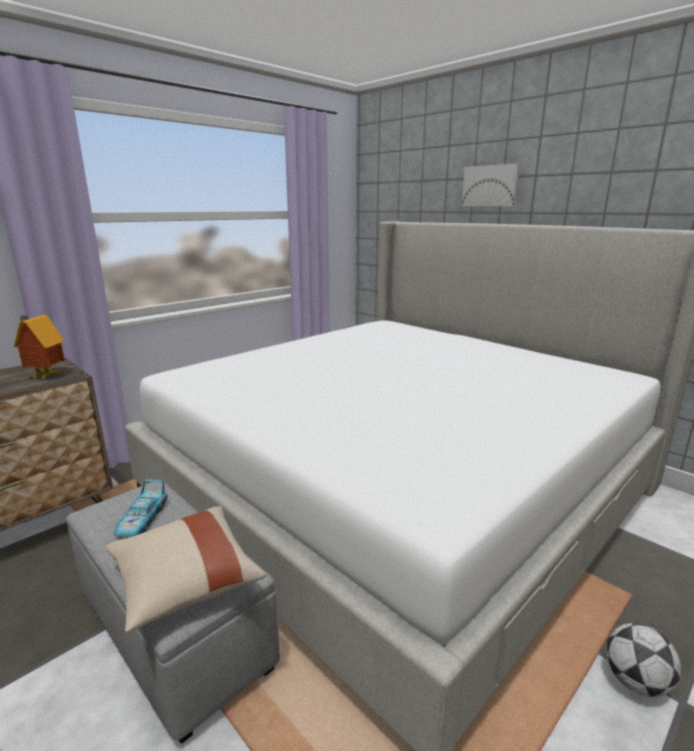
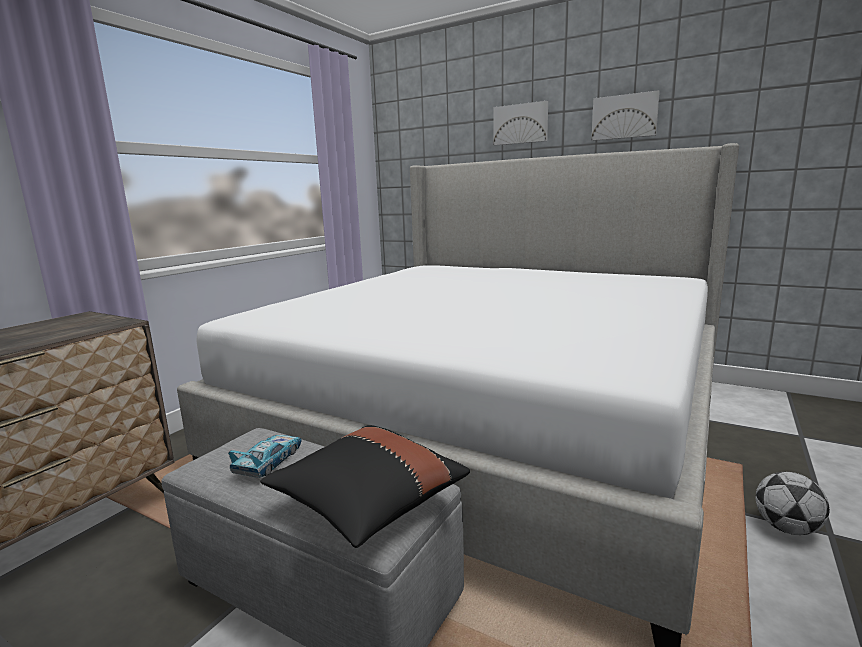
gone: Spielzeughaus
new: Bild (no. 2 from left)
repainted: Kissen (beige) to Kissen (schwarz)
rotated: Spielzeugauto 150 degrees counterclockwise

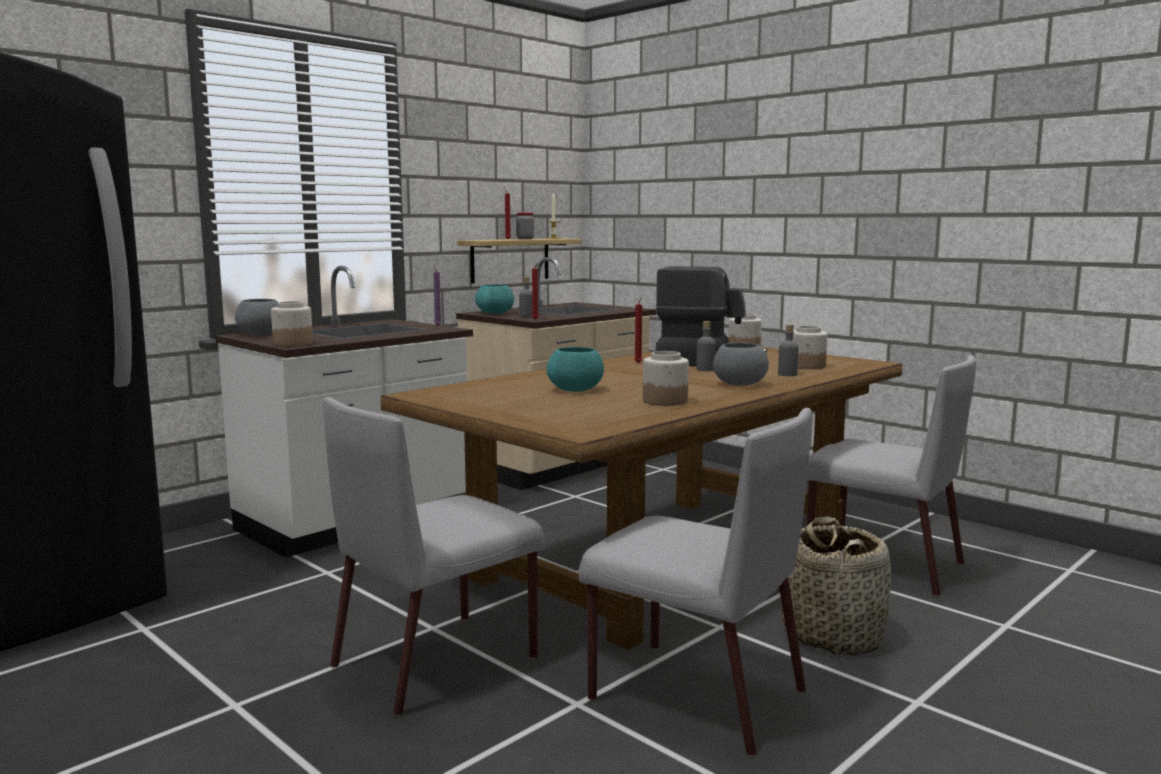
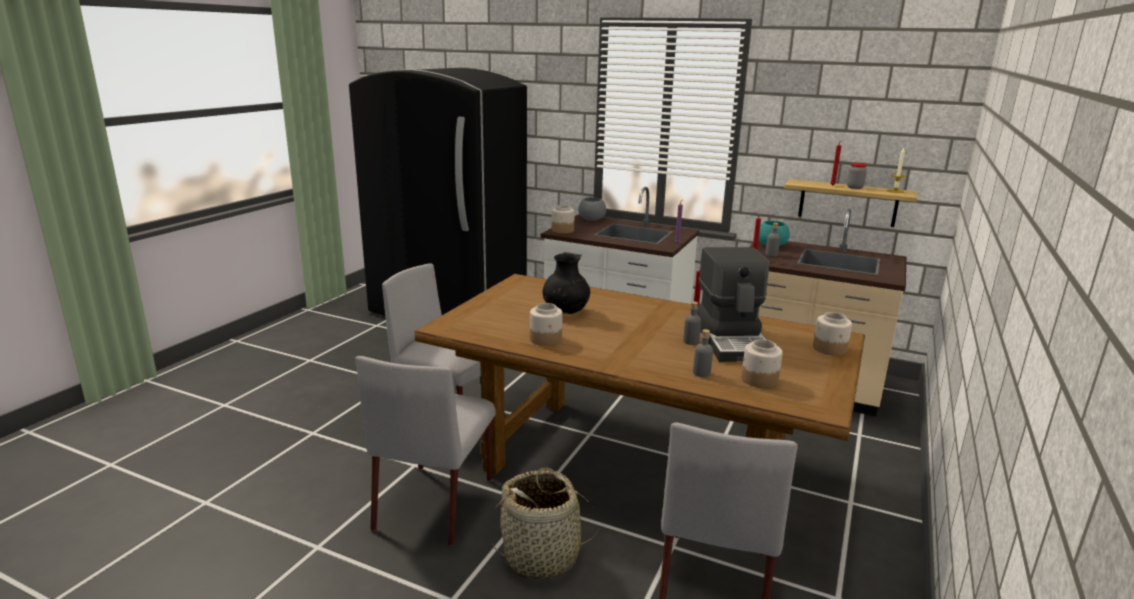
gone: Schüssel (grau) (no. 2 from left)
swapped: Schüssel (türkis) (no. 2 from left) to Vase (schwarz)

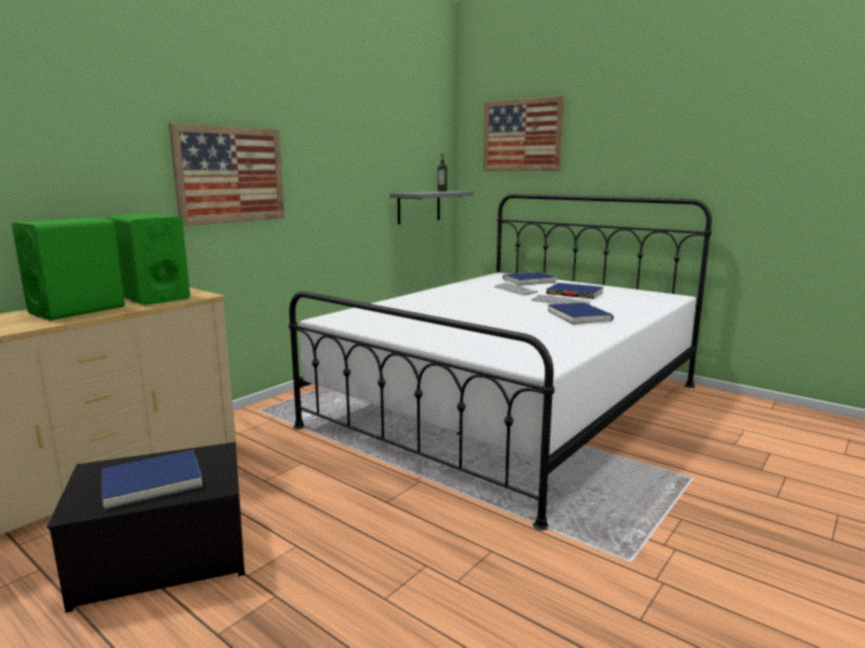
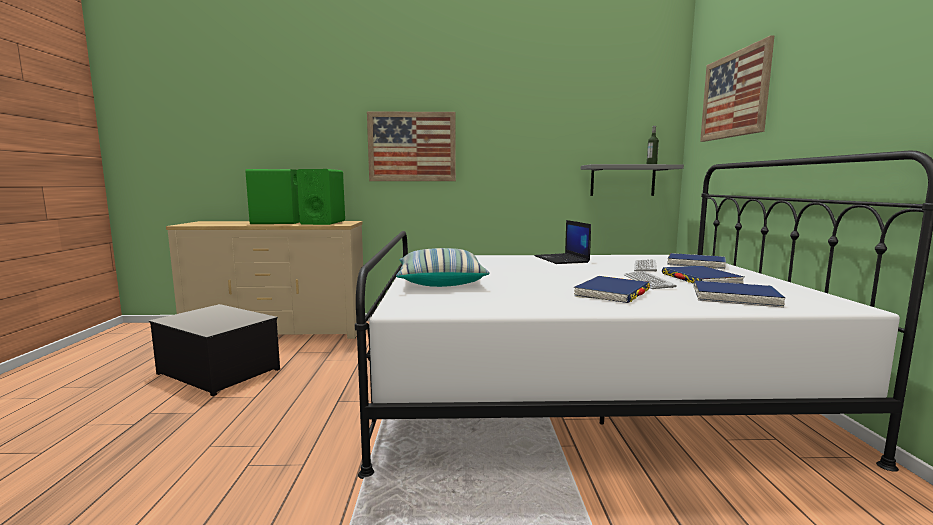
new: Kissen; Laptop
shifted: Buch (blau) (no. 1 from left in the first image) to Buch (blau) (no. 4 from left)

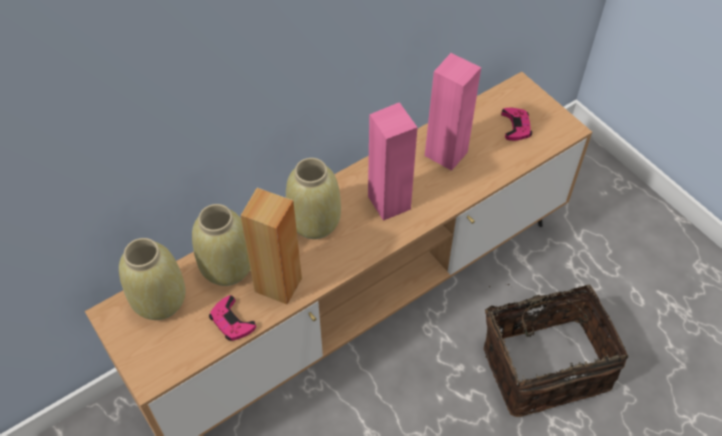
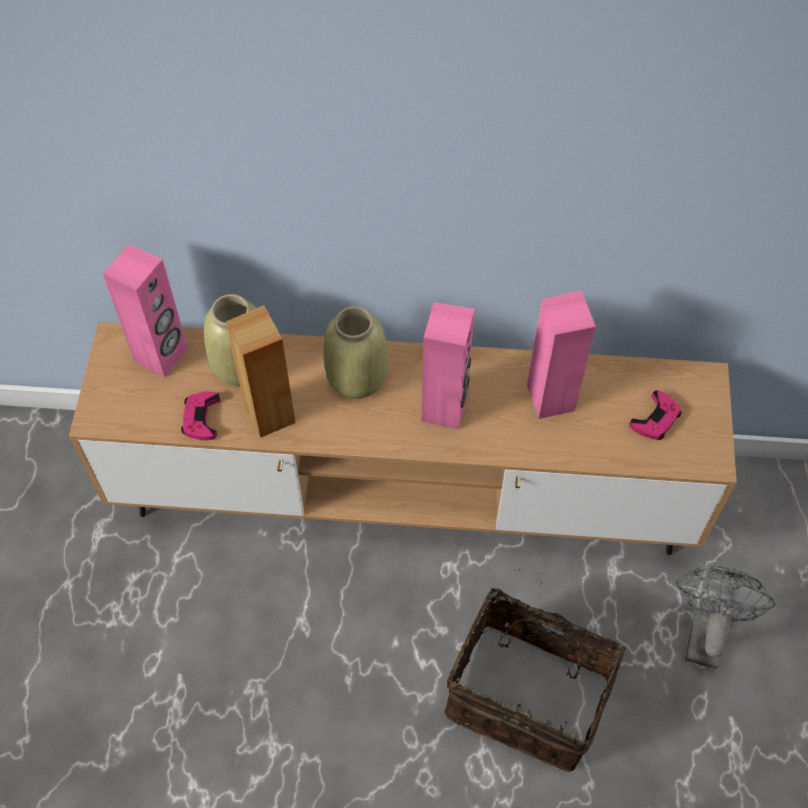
new: Ventilator (grau)
swapped: Vase (beige) (no. 1 from left) to Lautsprecher (rosa) (no. 1 from left)

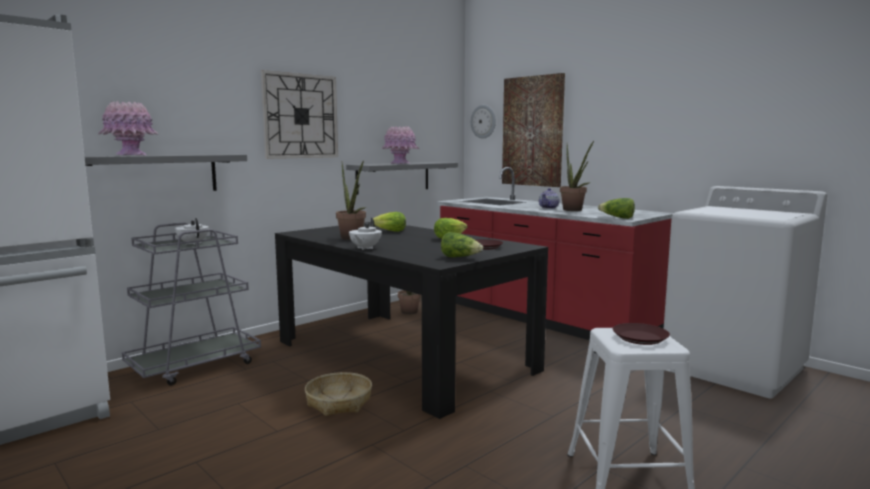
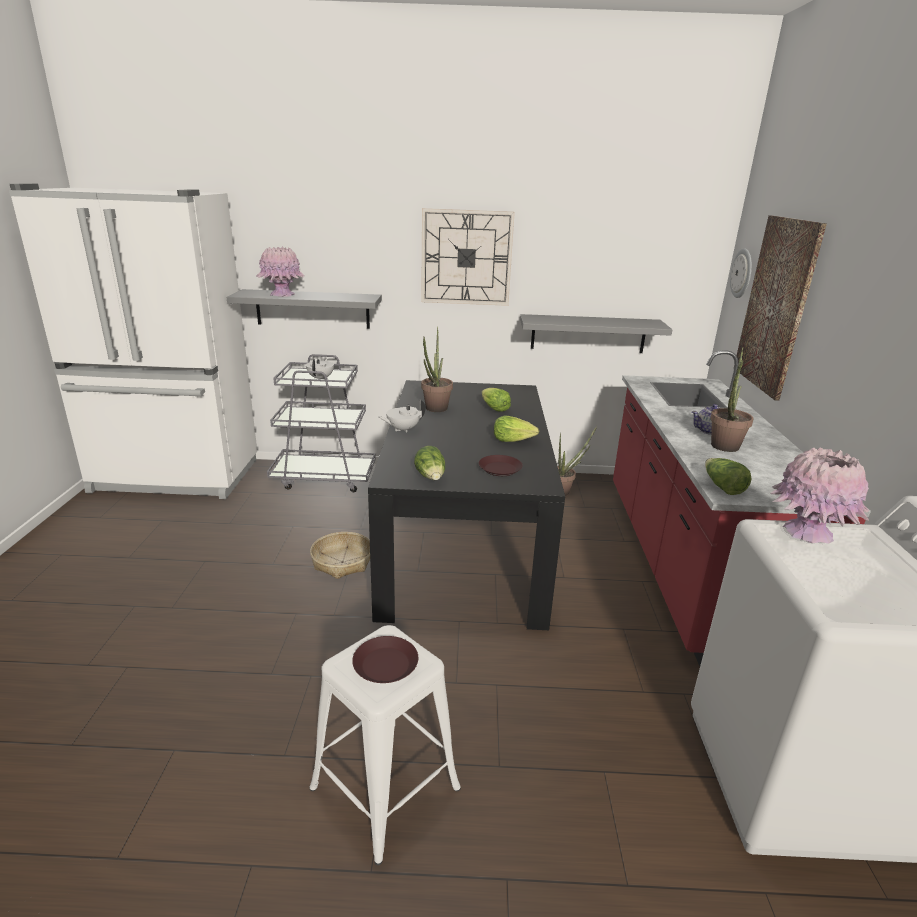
shifted: Vase (rosa) (no. 2 from left)

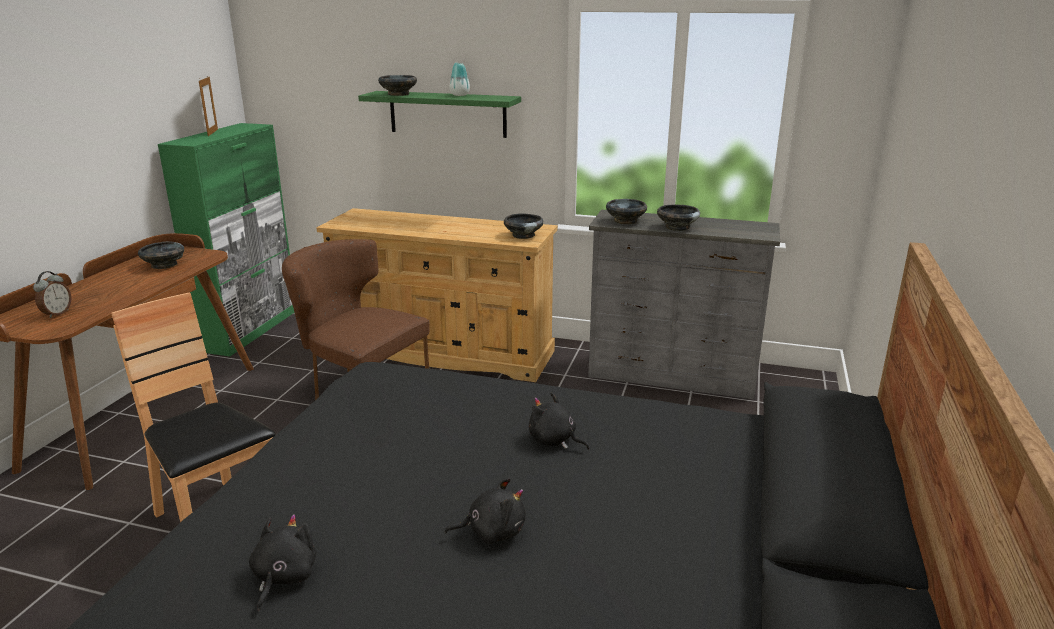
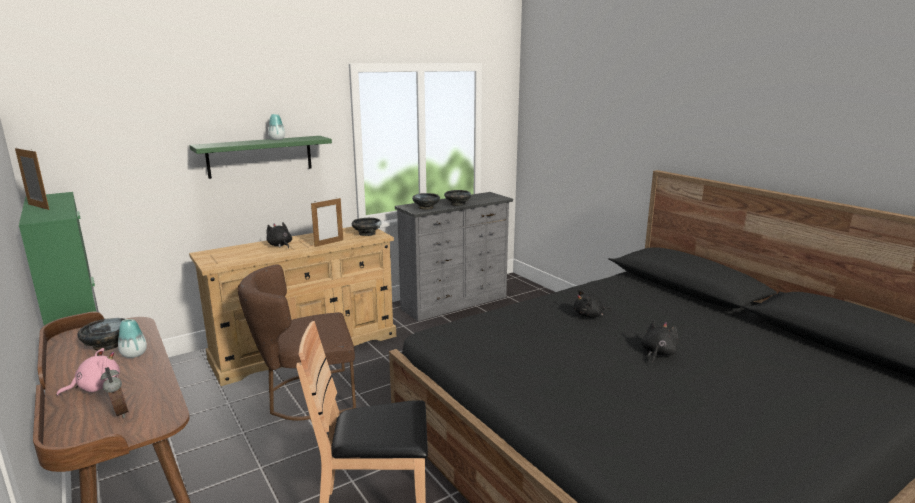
gone: Schüssel (schwarz) (no. 2 from left)
new: Plüschtier (rosa); Vase (no. 1 from left); Bilderrahmen (no. 2 from left)
shifted: Plüschtier (schwarz) (no. 1 from left)

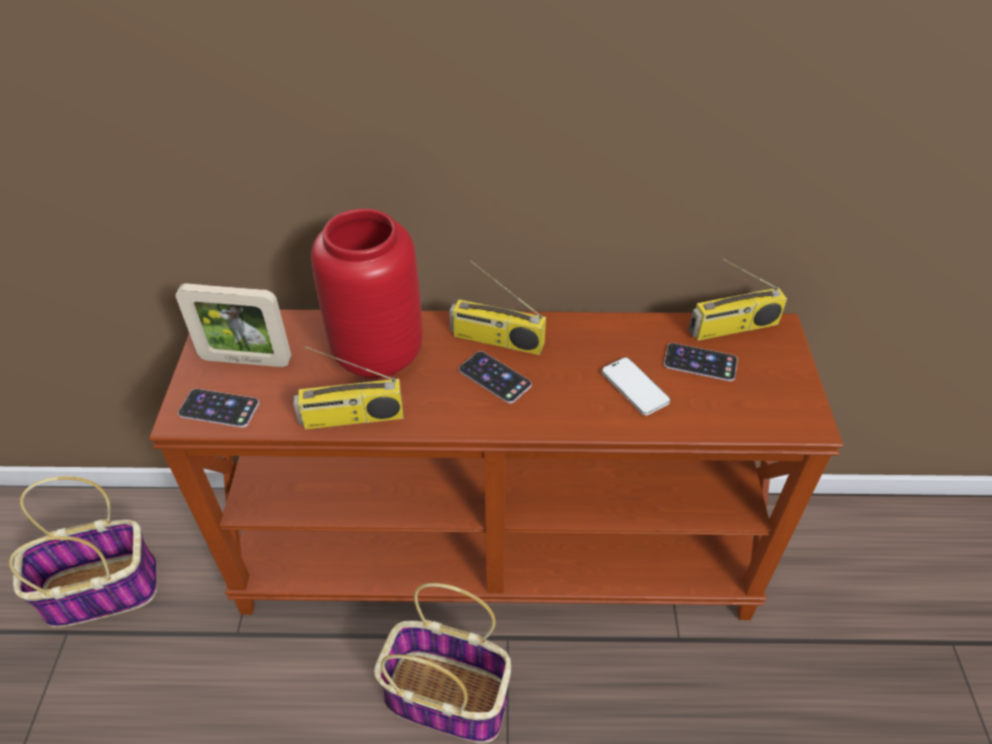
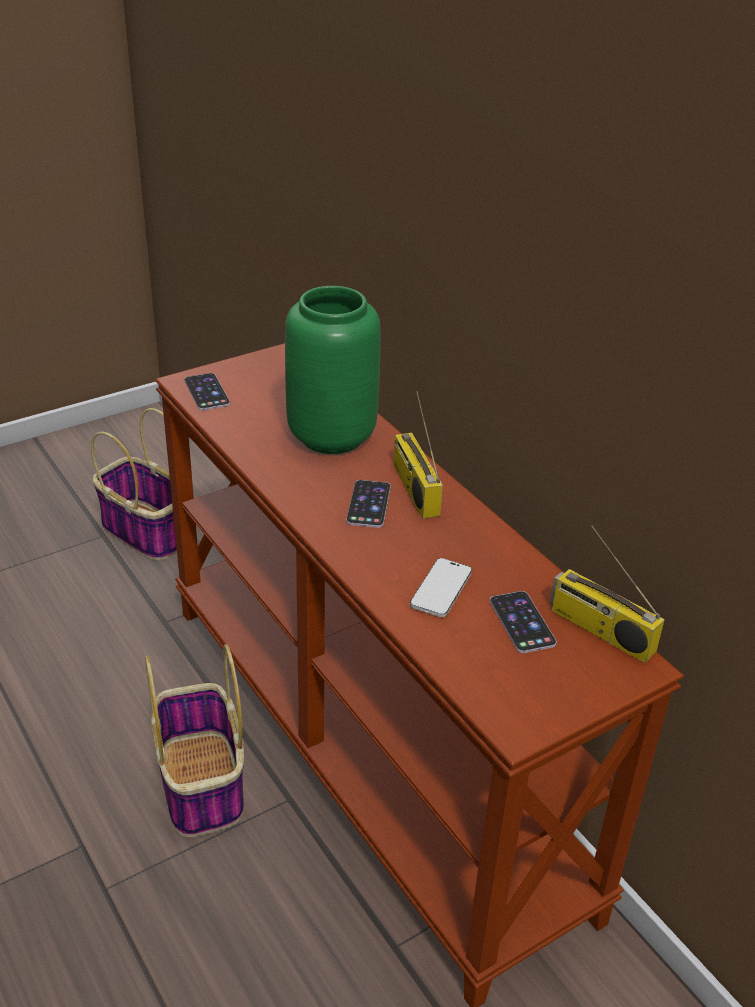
gone: Bilderrahmen; Radio (no. 1 from left)
repainted: Vase (rot) to Vase (grün)

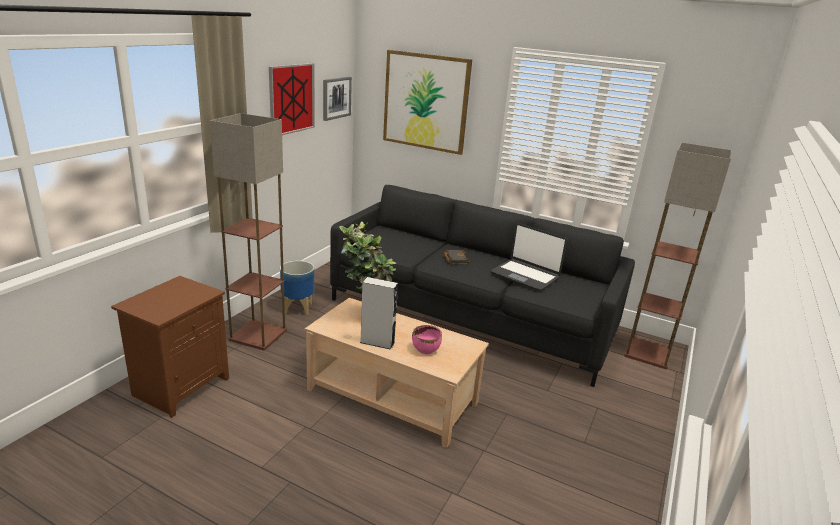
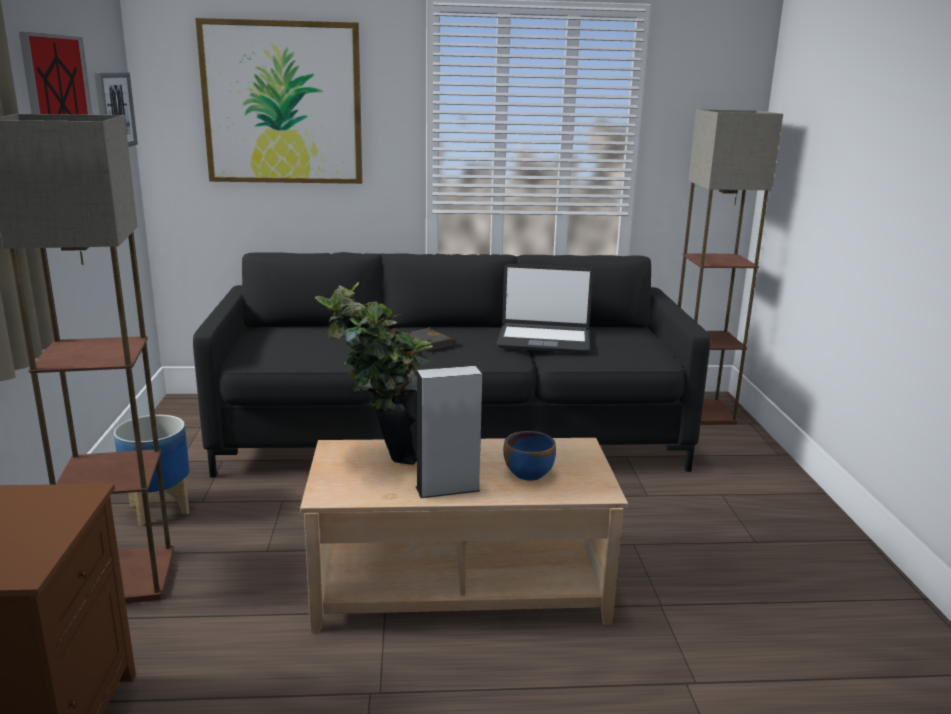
repainted: Schüssel (rosa) to Schüssel (blau)

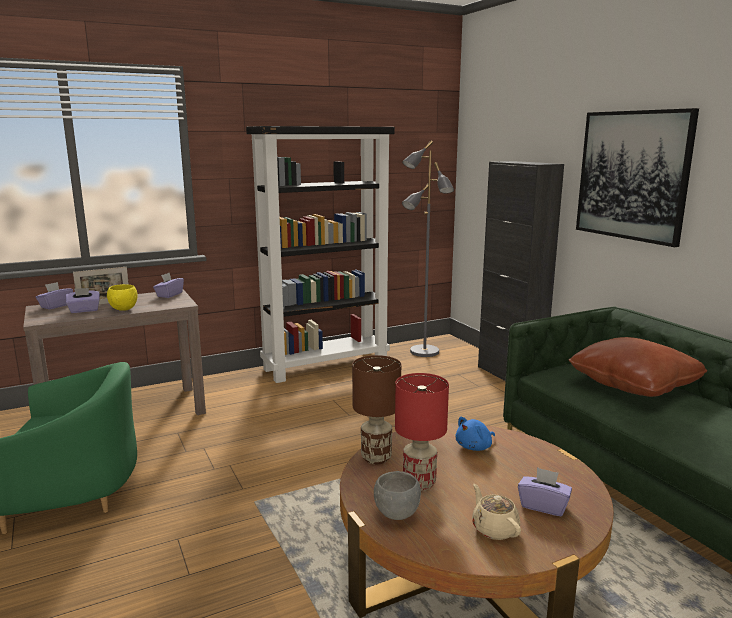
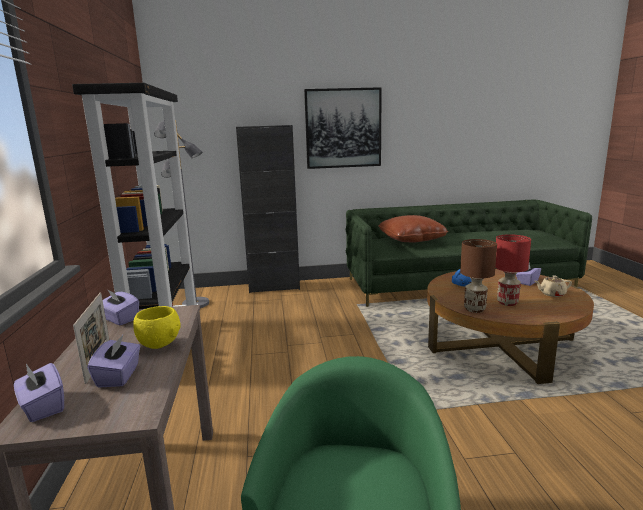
gone: Schüssel (grau)

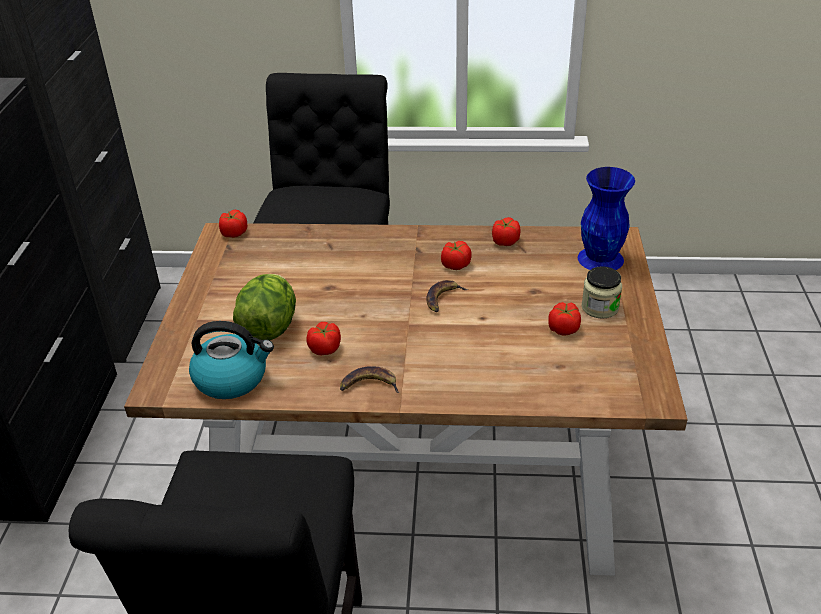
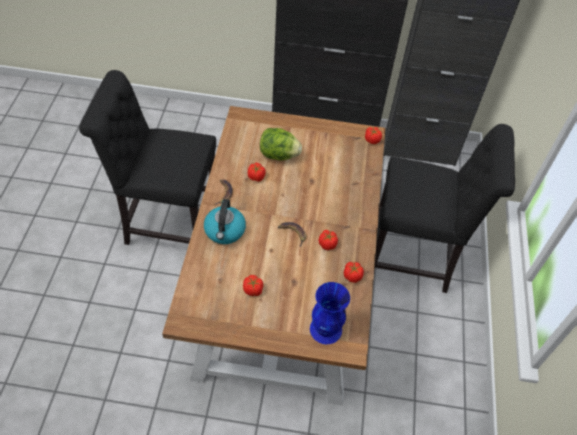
gone: Vorratsglas
shifted: Wasserkessel

